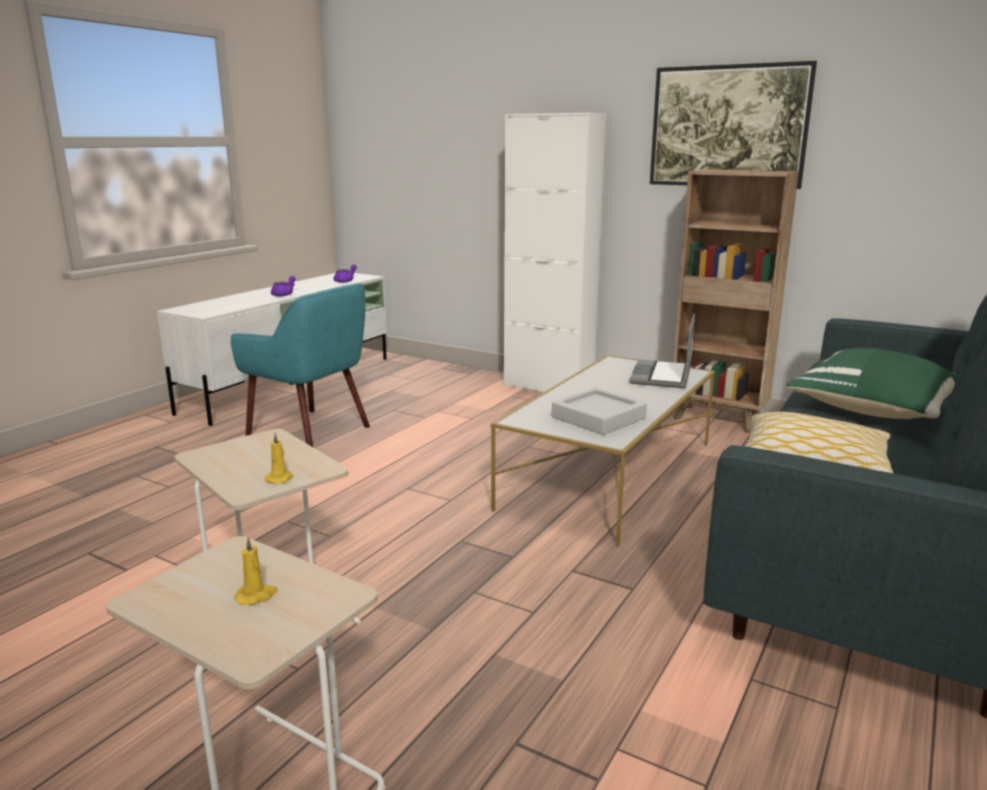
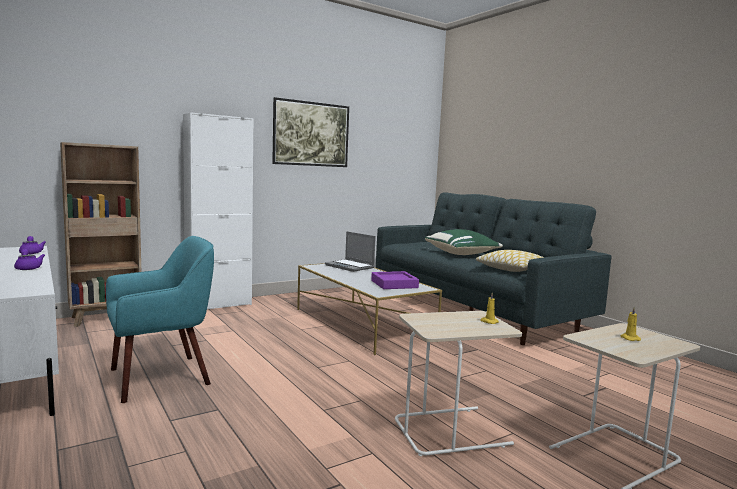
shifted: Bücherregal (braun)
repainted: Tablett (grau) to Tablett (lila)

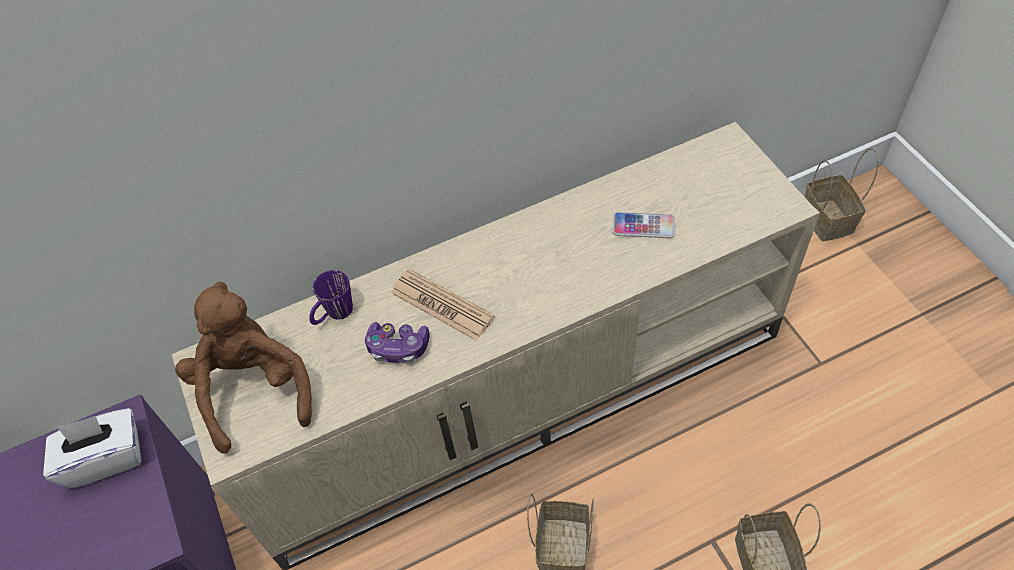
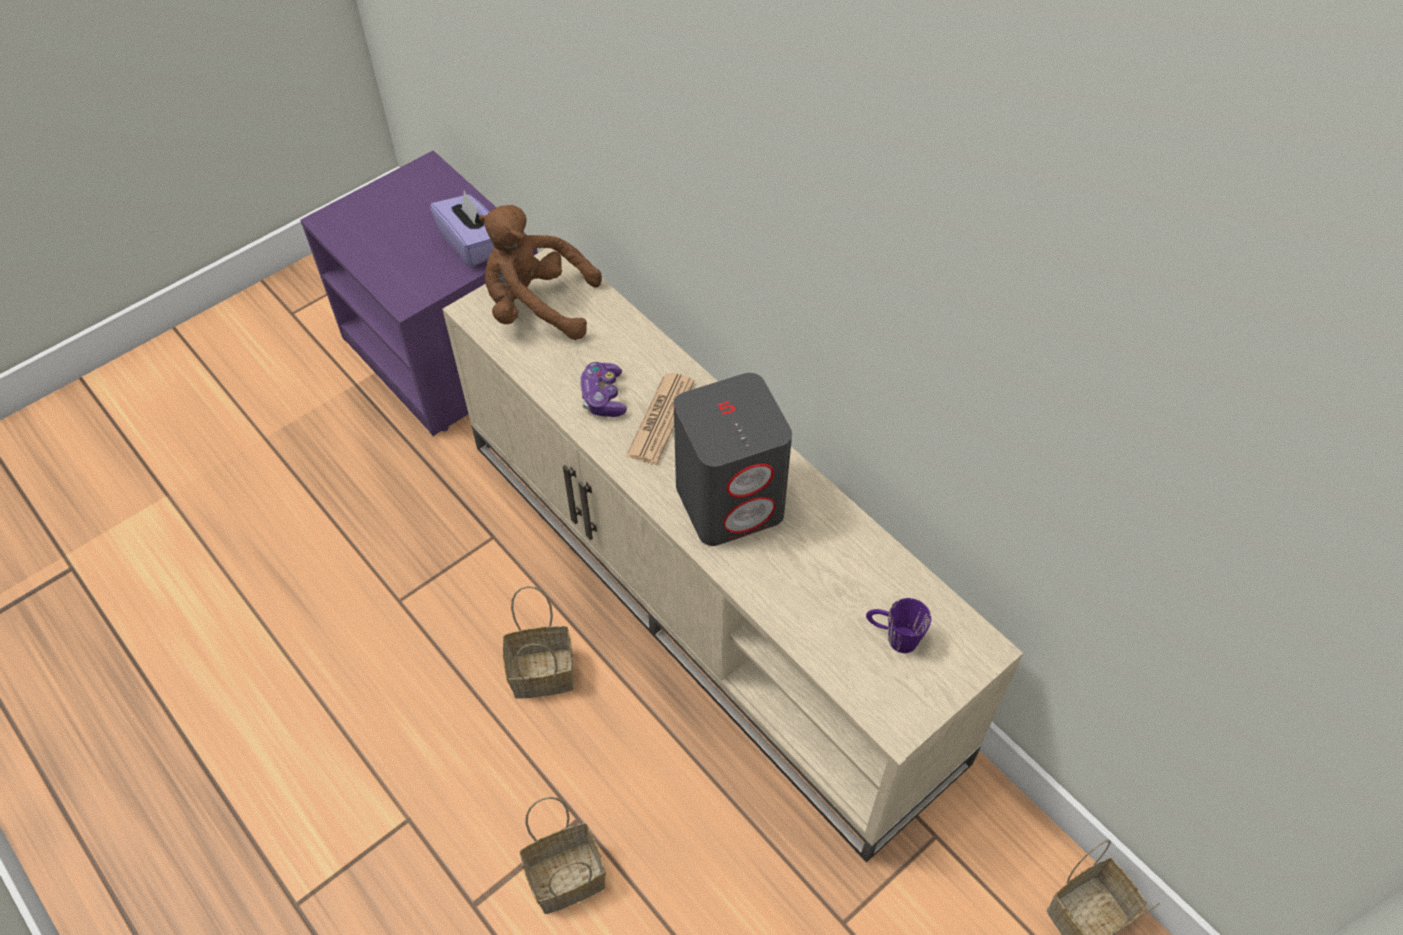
gone: Handy
new: Lautsprecher (grau)
shifted: Henkelbecher (lila)
repainted: Taschentuchbox (weiß) to Taschentuchbox (lila)
rotated: Plüschtier (braun) 135 degrees counterclockwise

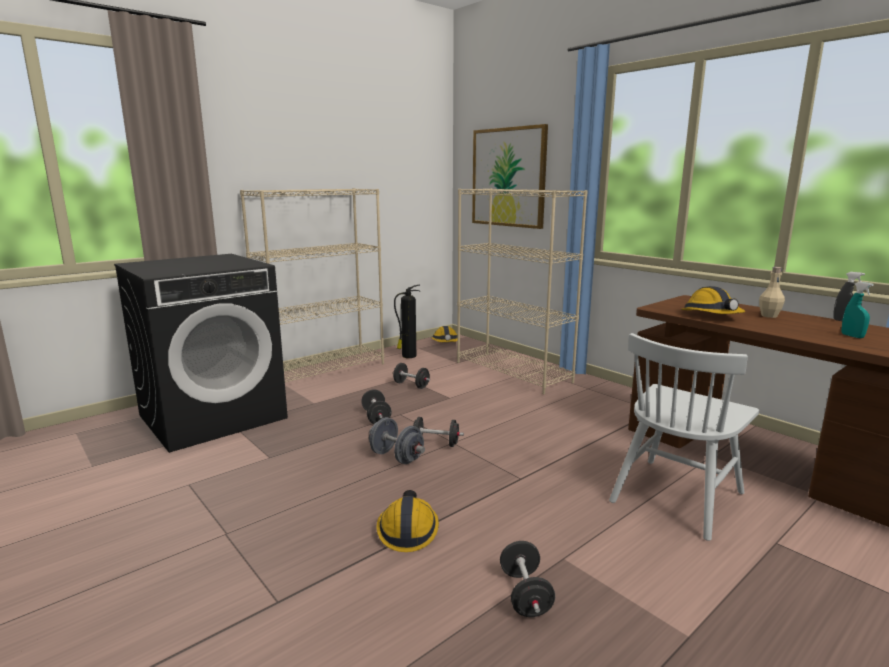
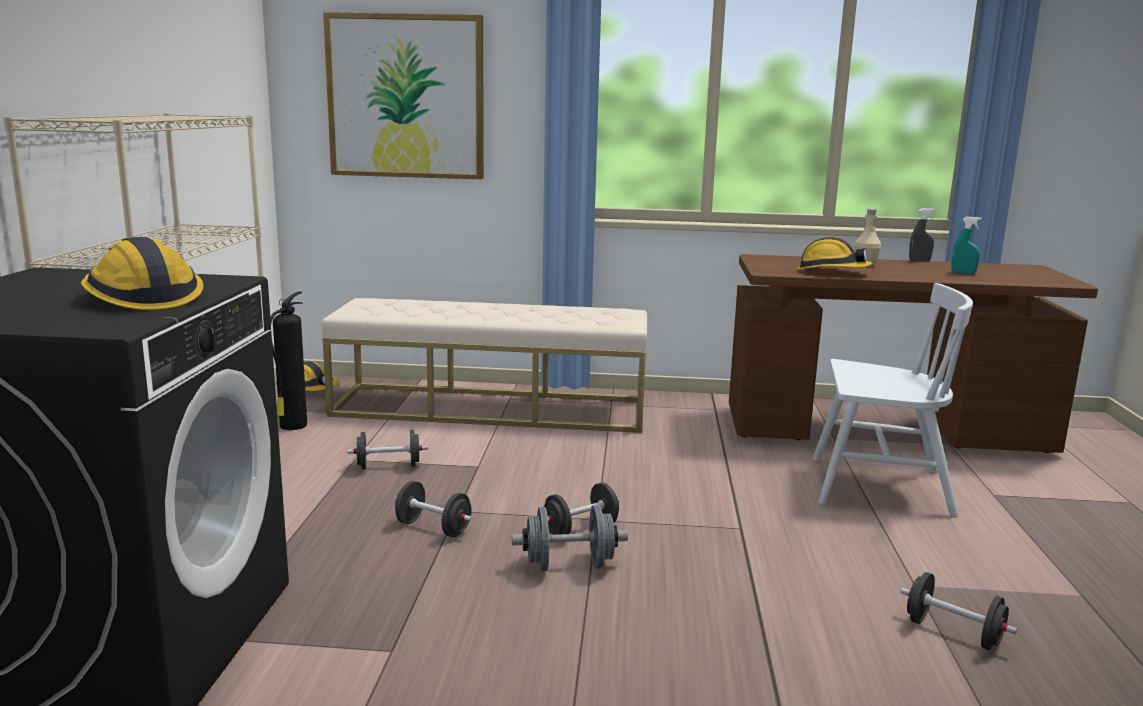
shifted: Schutzhelm (no. 1 from left)
swapped: Bücherregal (beige) (no. 2 from left) to Bank (beige)
rotated: Stuhl (weiß) 75 degrees counterclockwise

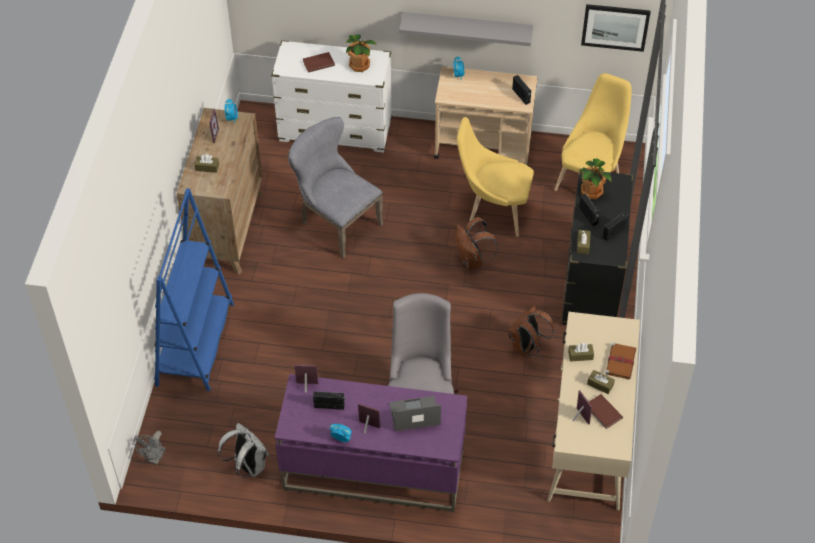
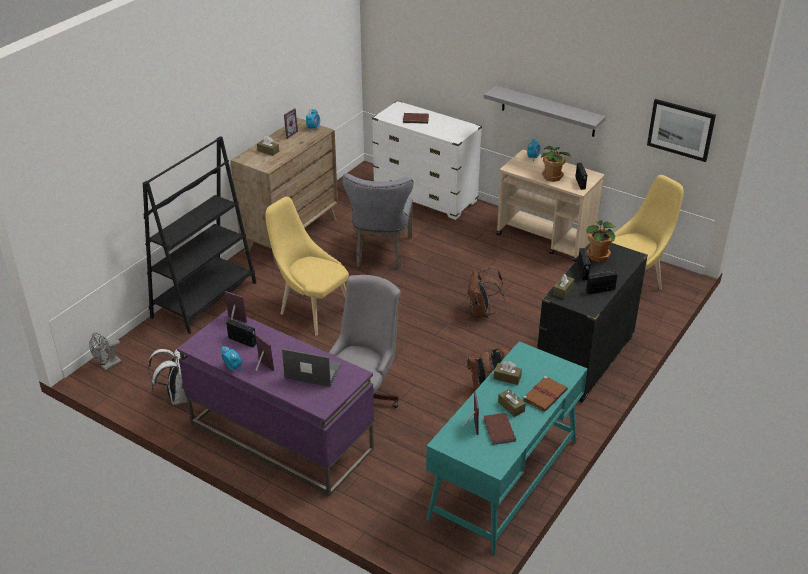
shifted: Topfpflanze (no. 1 from left); Stuhl (gelb) (no. 1 from left)
repainted: Bücherregal (blau) to Bücherregal (schwarz); Schreibtisch (beige) to Schreibtisch (türkis)
rotated: Stuhl (grau) 150 degrees counterclockwise

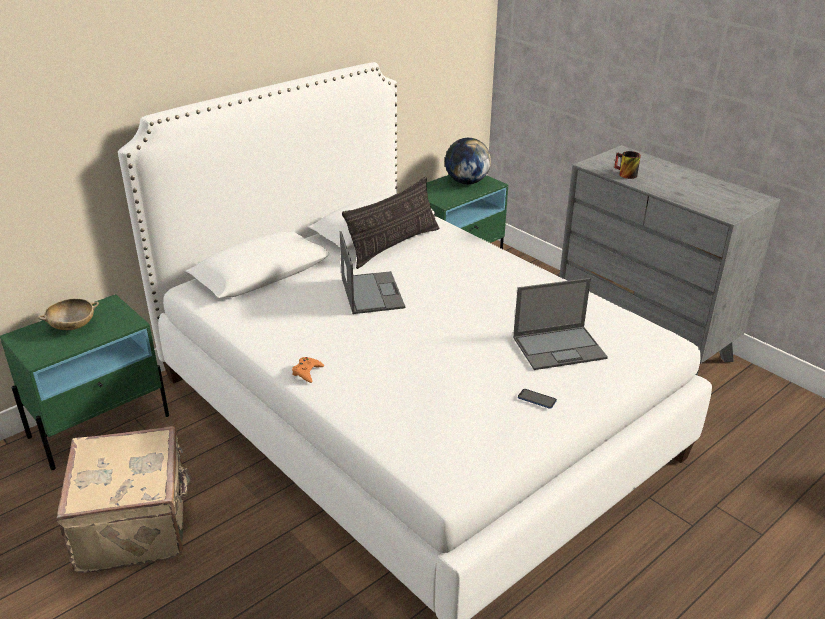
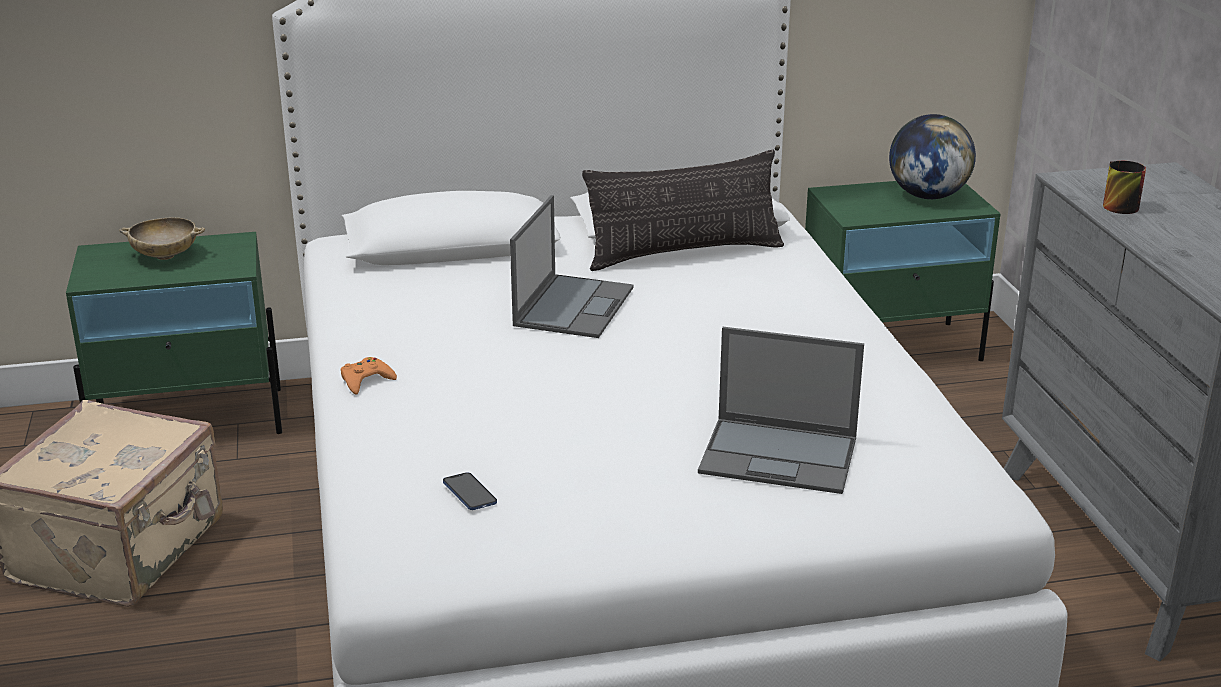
shifted: Handy

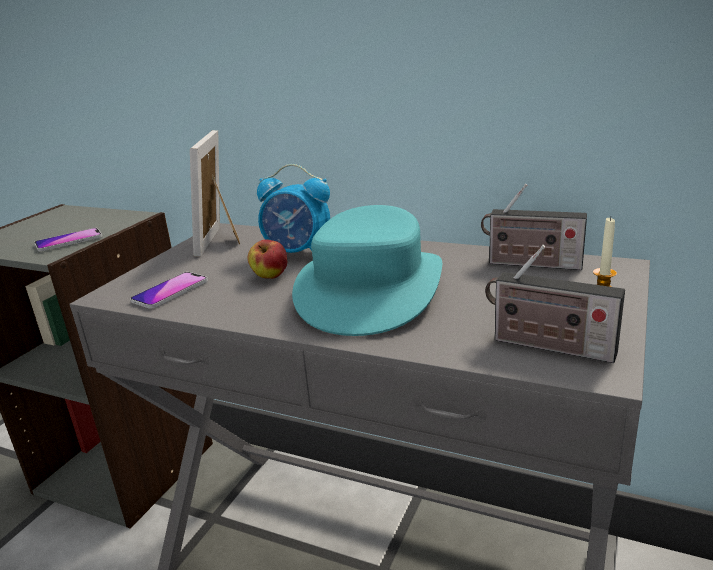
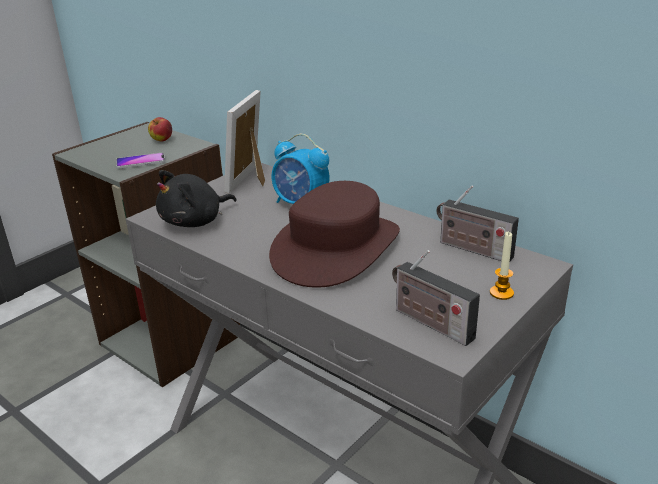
shifted: Apfel
swapped: Handy (no. 2 from left) to Plüschtier (schwarz)
repainted: Hut (türkis) to Hut (braun)

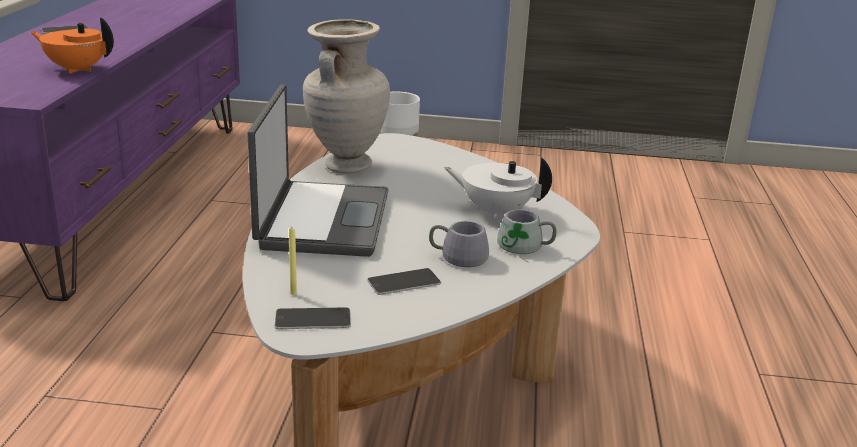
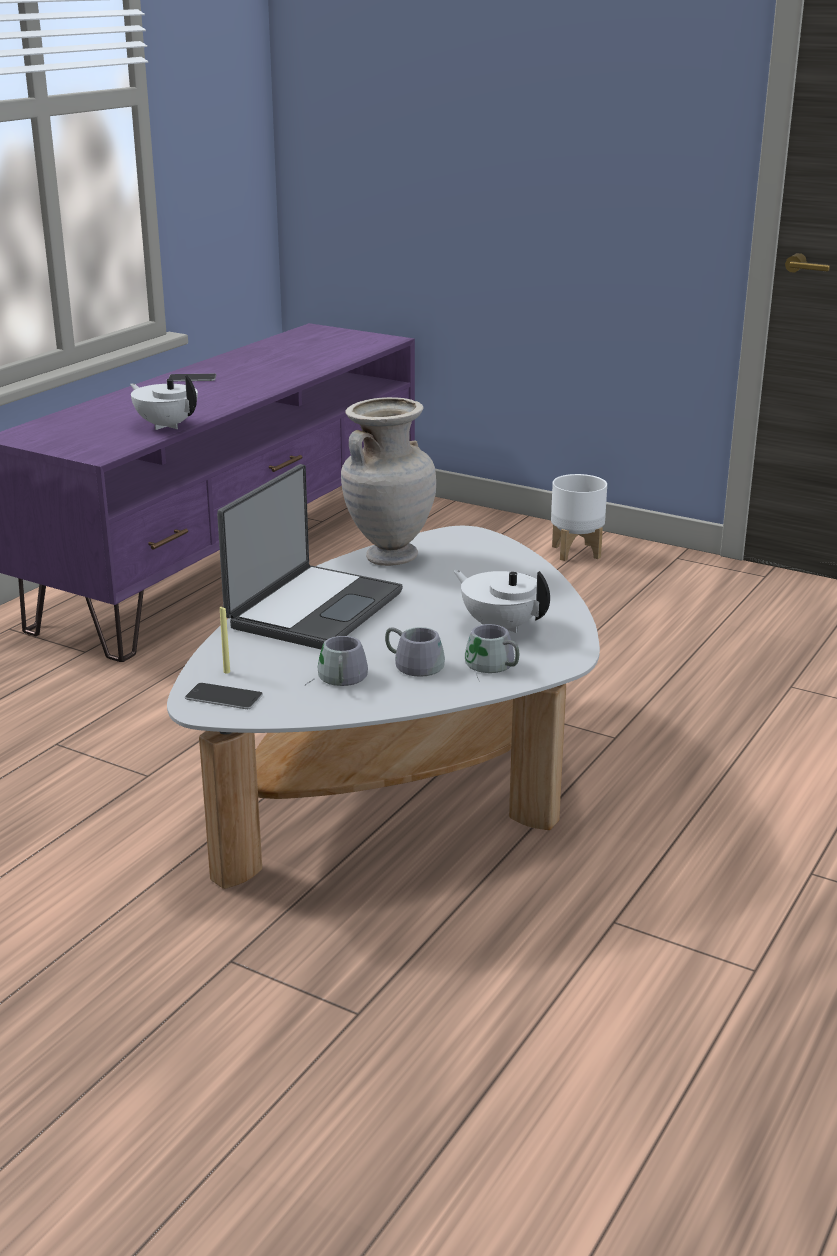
swapped: Handy (no. 3 from left) to Henkelbecher (grau) (no. 1 from left)
repainted: Teekanne (orange) to Teekanne (weiß) (no. 1 from left)

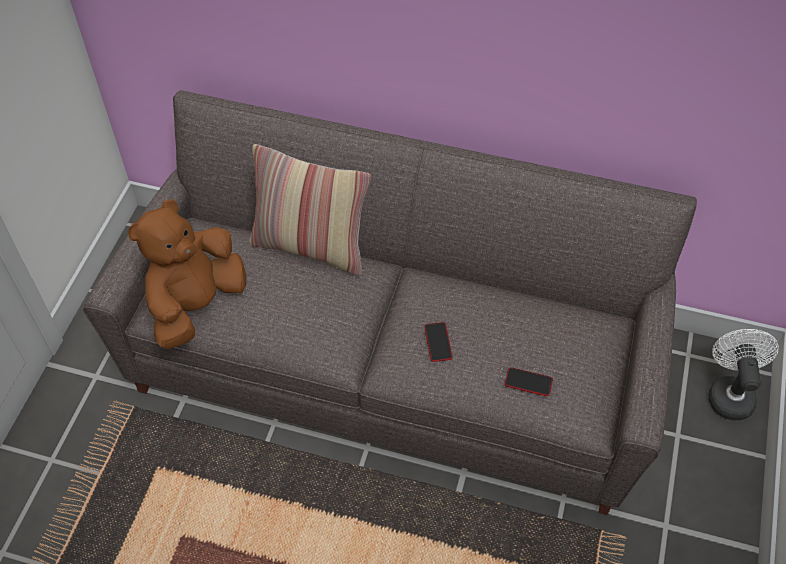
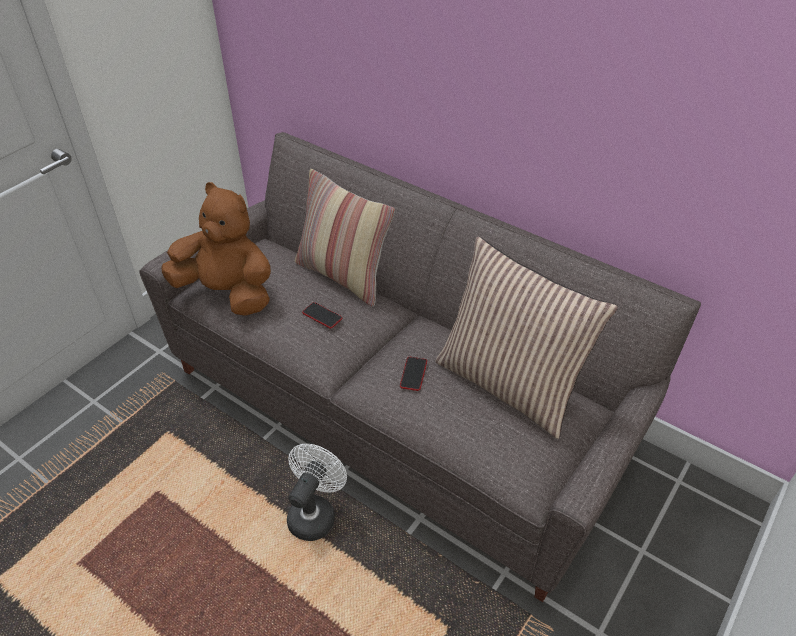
new: Kissen (no. 2 from left)
shifted: Handy (no. 2 from left in the first image) to Handy (no. 1 from left); Ventilator (weiß)
rotated: Plüschtier (braun) 60 degrees clockwise

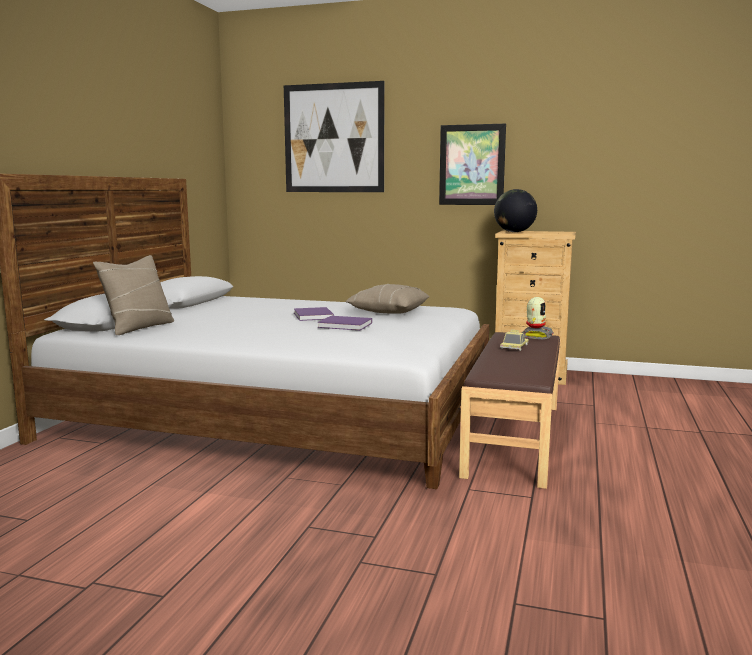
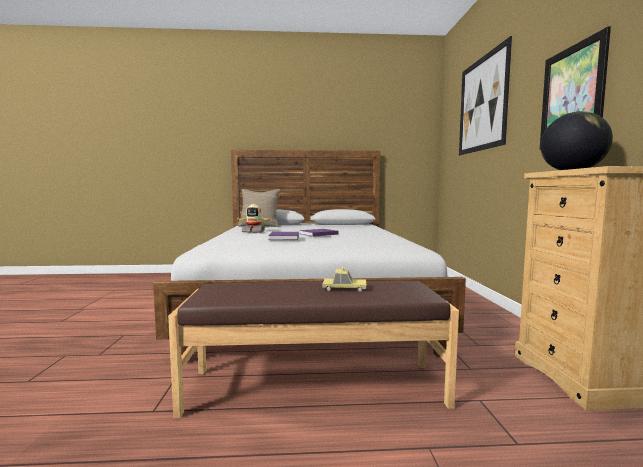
gone: Kissen (beige) (no. 2 from left)
shifted: Spielzeugroboter

